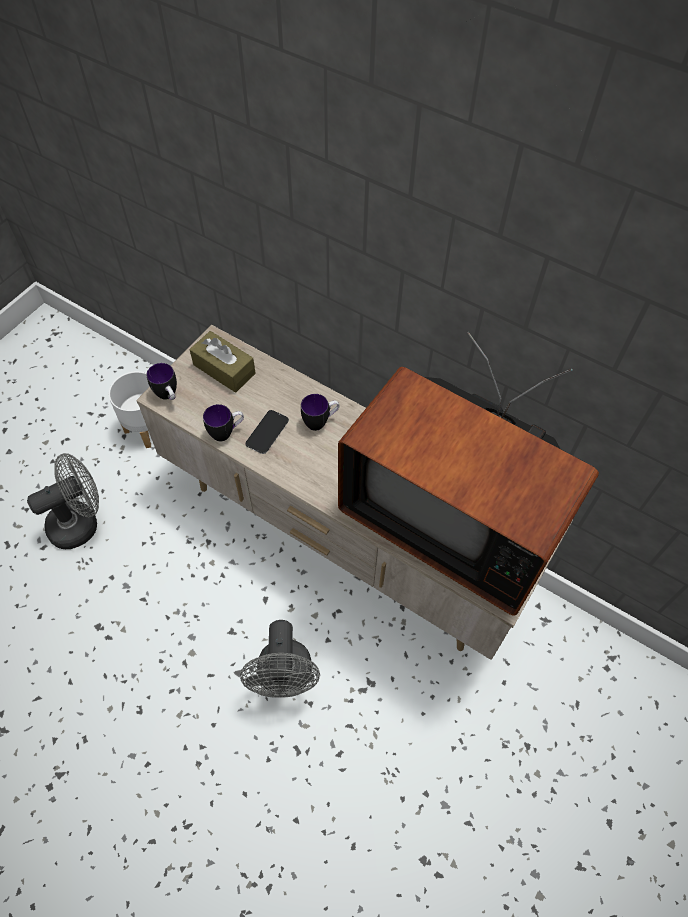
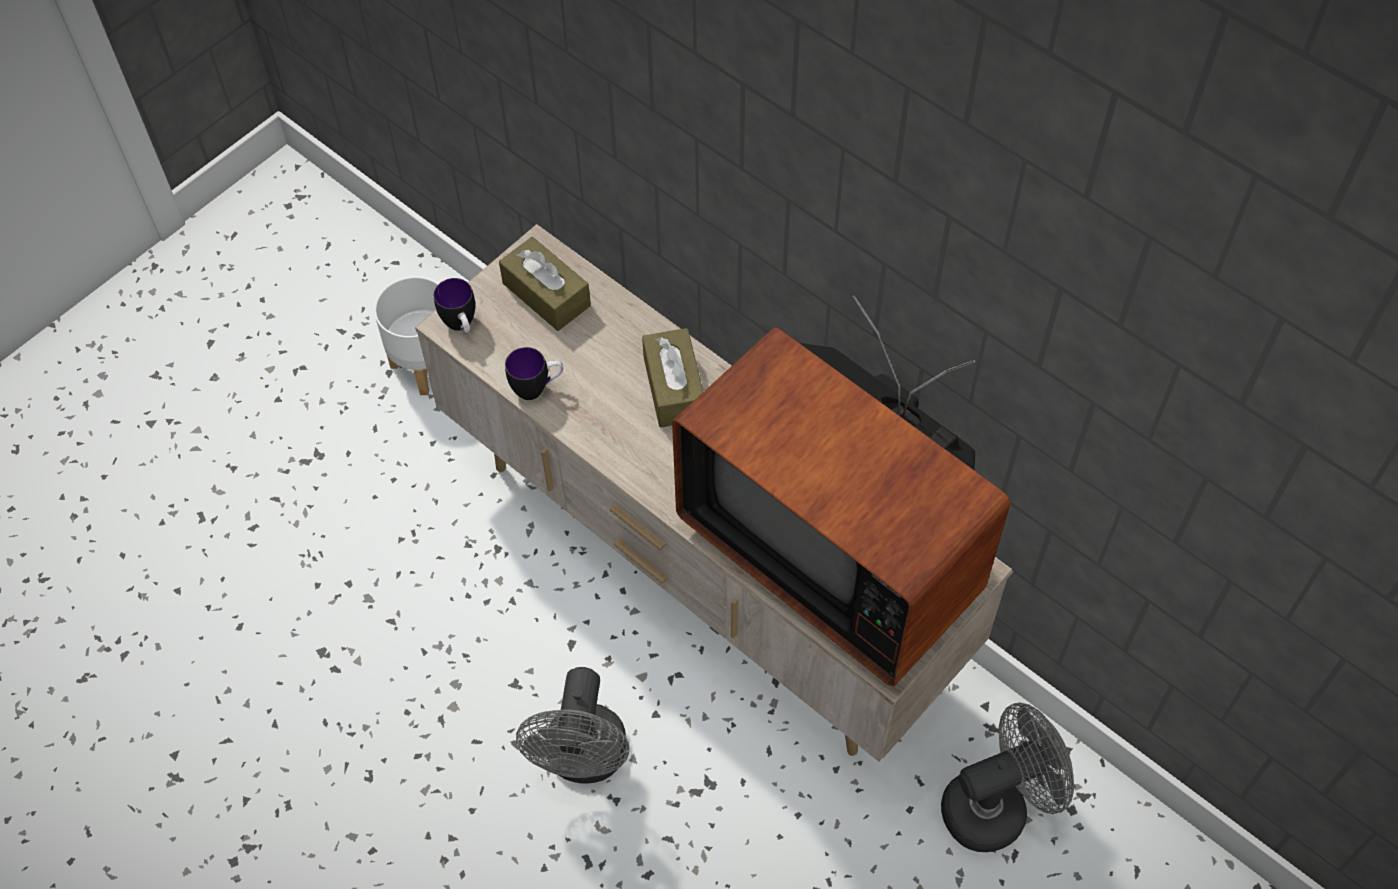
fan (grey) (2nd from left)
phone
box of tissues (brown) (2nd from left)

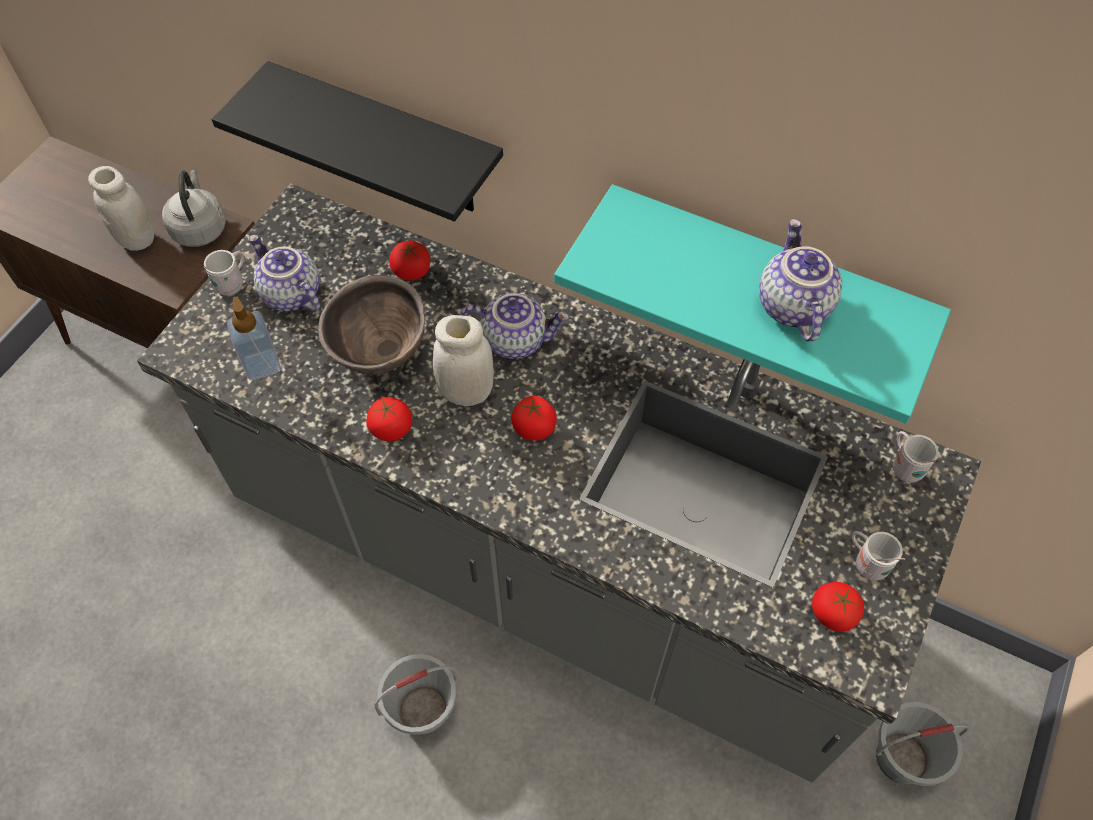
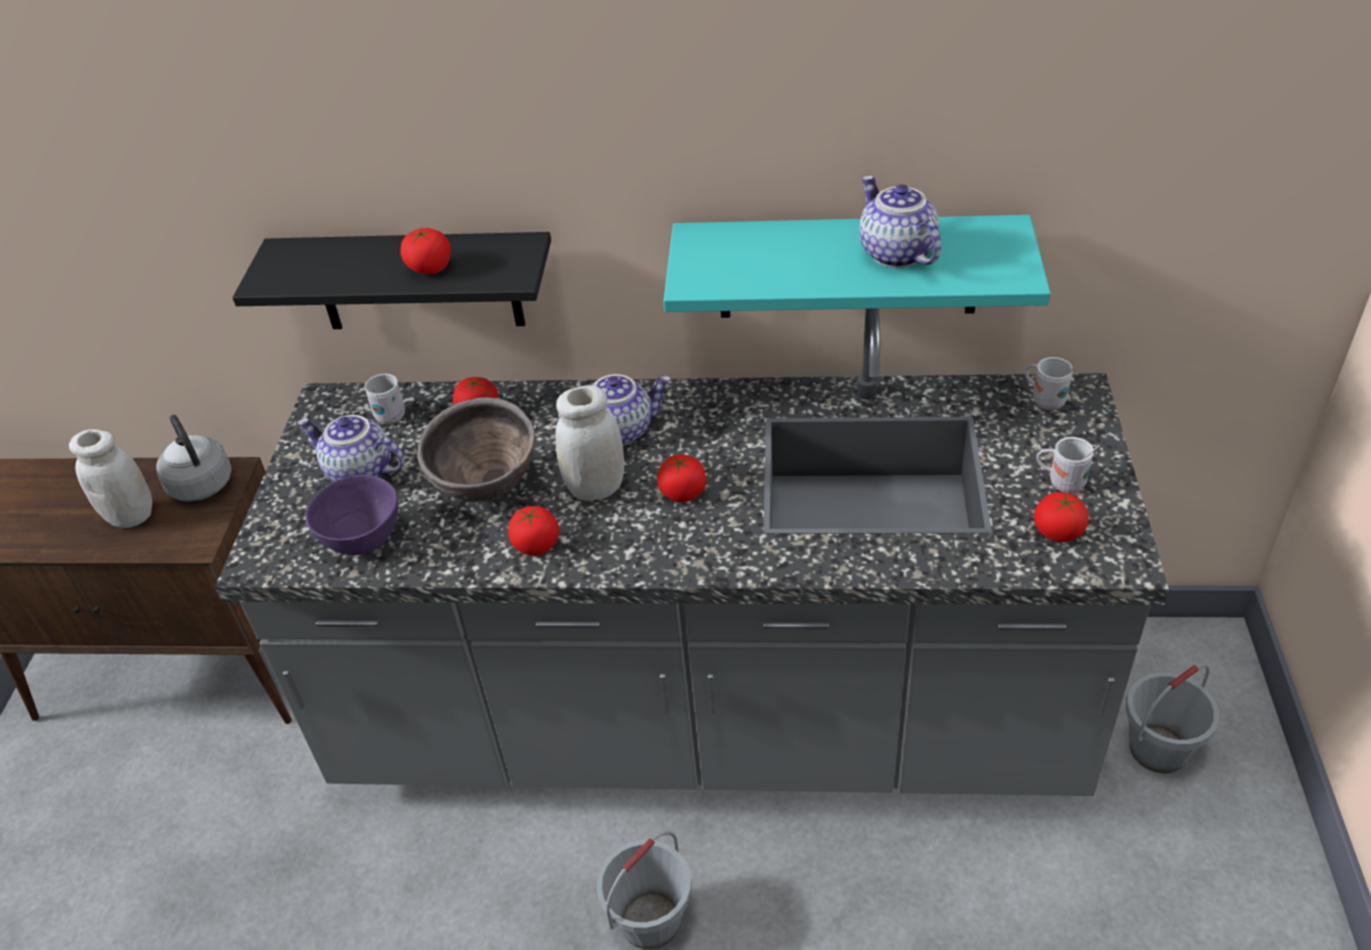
tea mug (white-coloured) (1st from left)
bowl (purple-coloured)
tomato (1st from left)

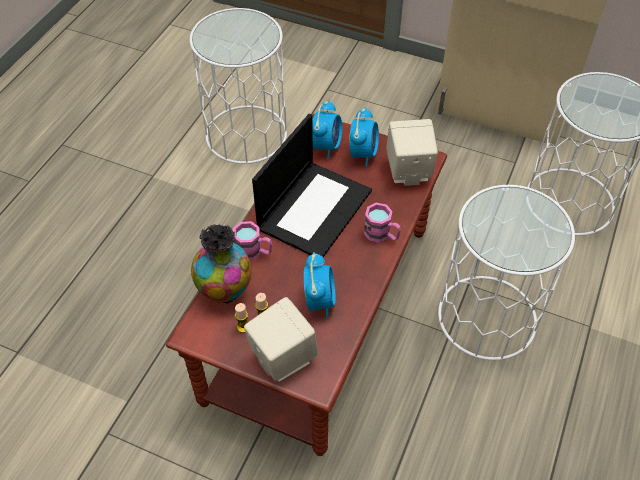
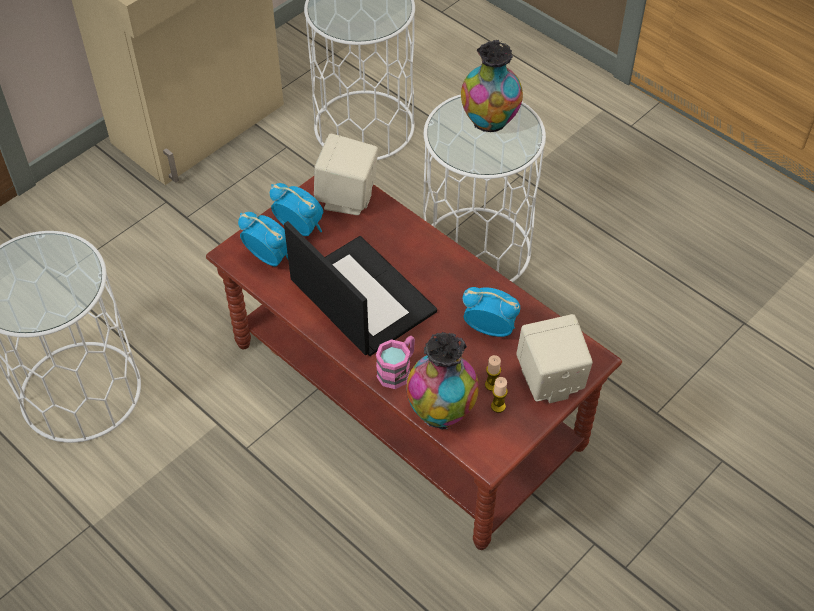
tea mug (pink) (2nd from left in the first image)
vase (2nd from left)

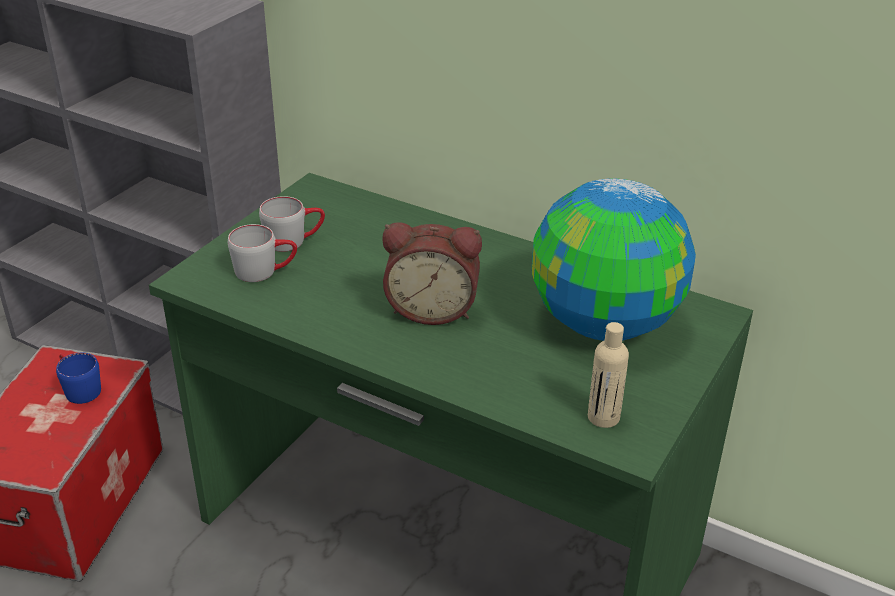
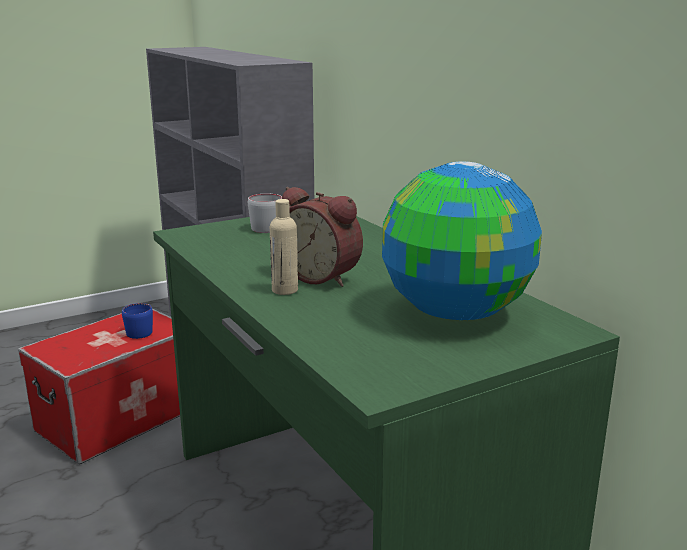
tea mug (grey) (1st from left in the first image)
bottle (sand-coloured)

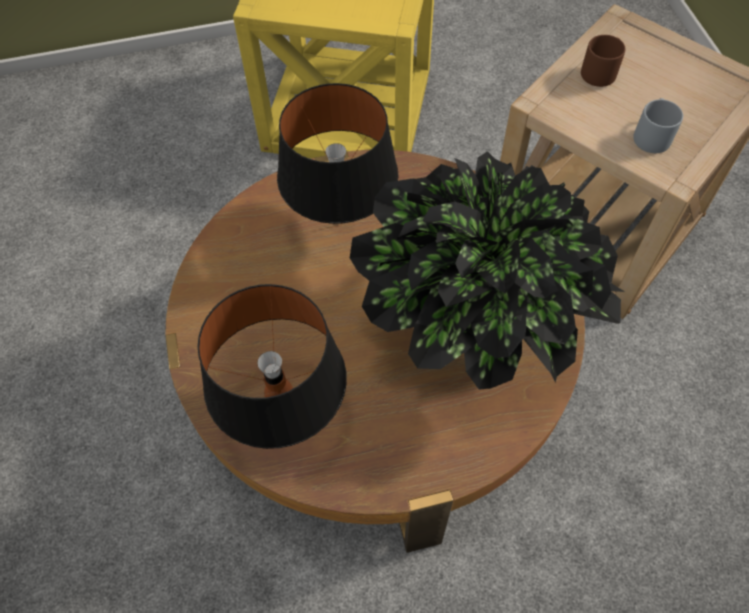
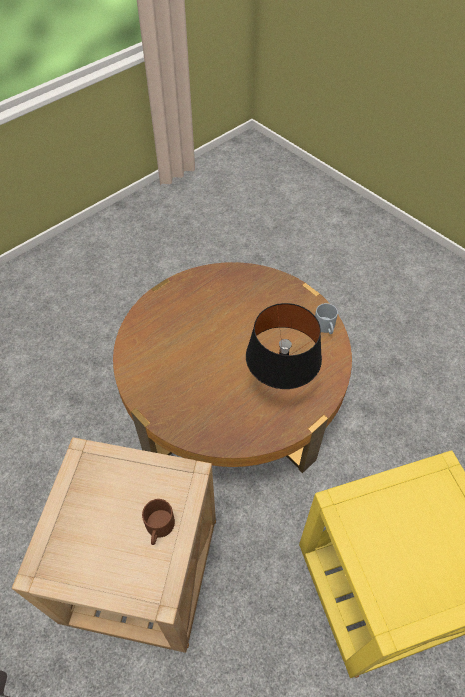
lamp for a table (blackish) (1st from left in the first image)
houseplant
tea mug (grey)

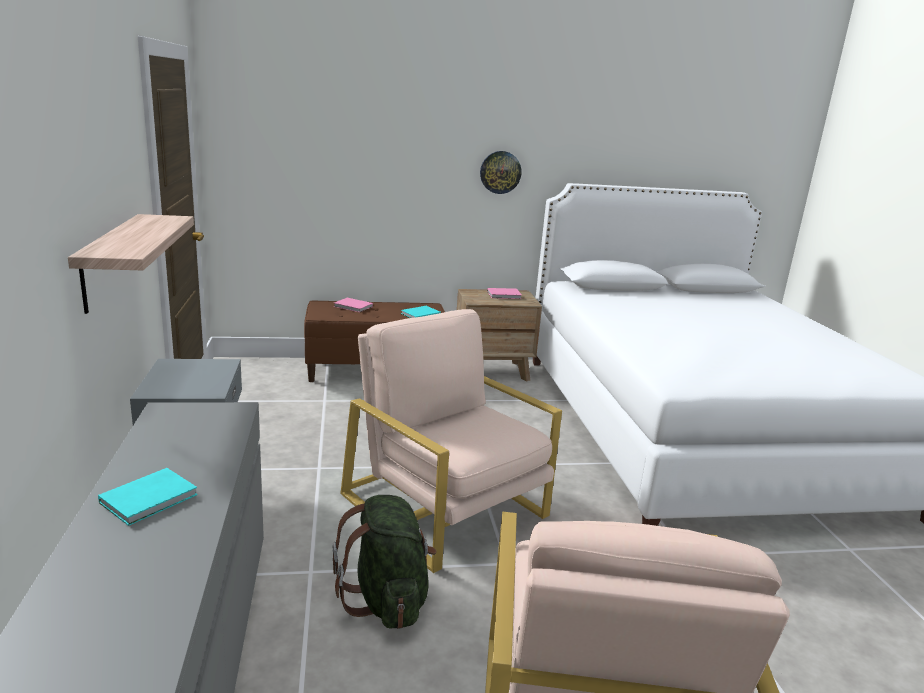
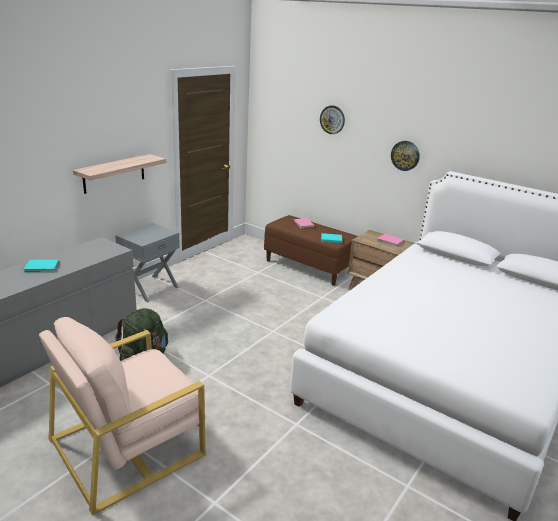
lounge chair (sand-coloured) (1st from left in the first image)
wall clock (1st from left)

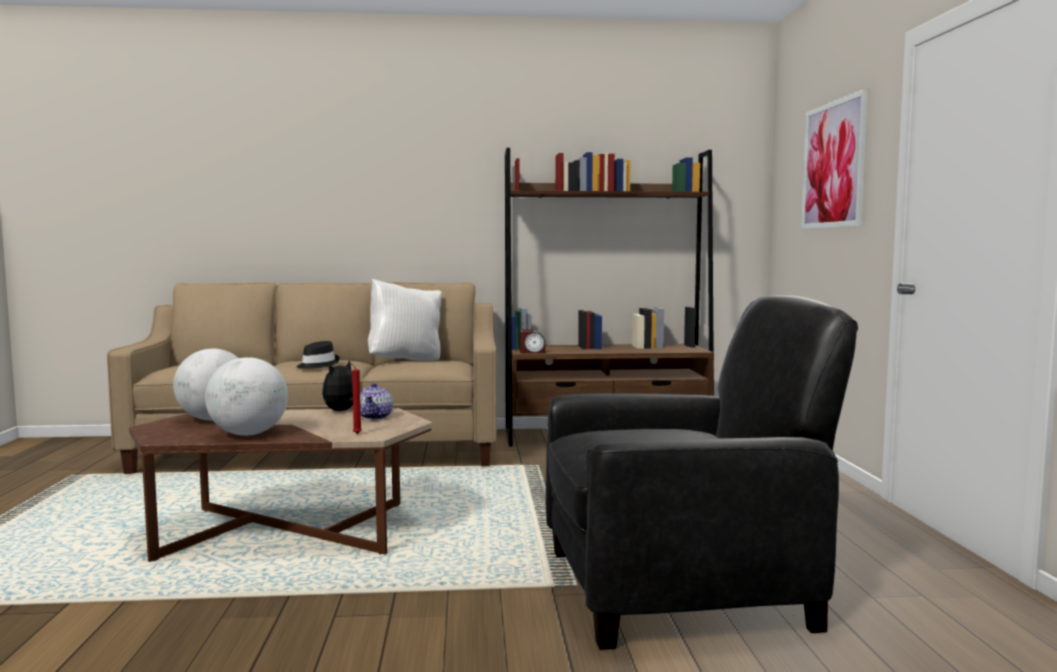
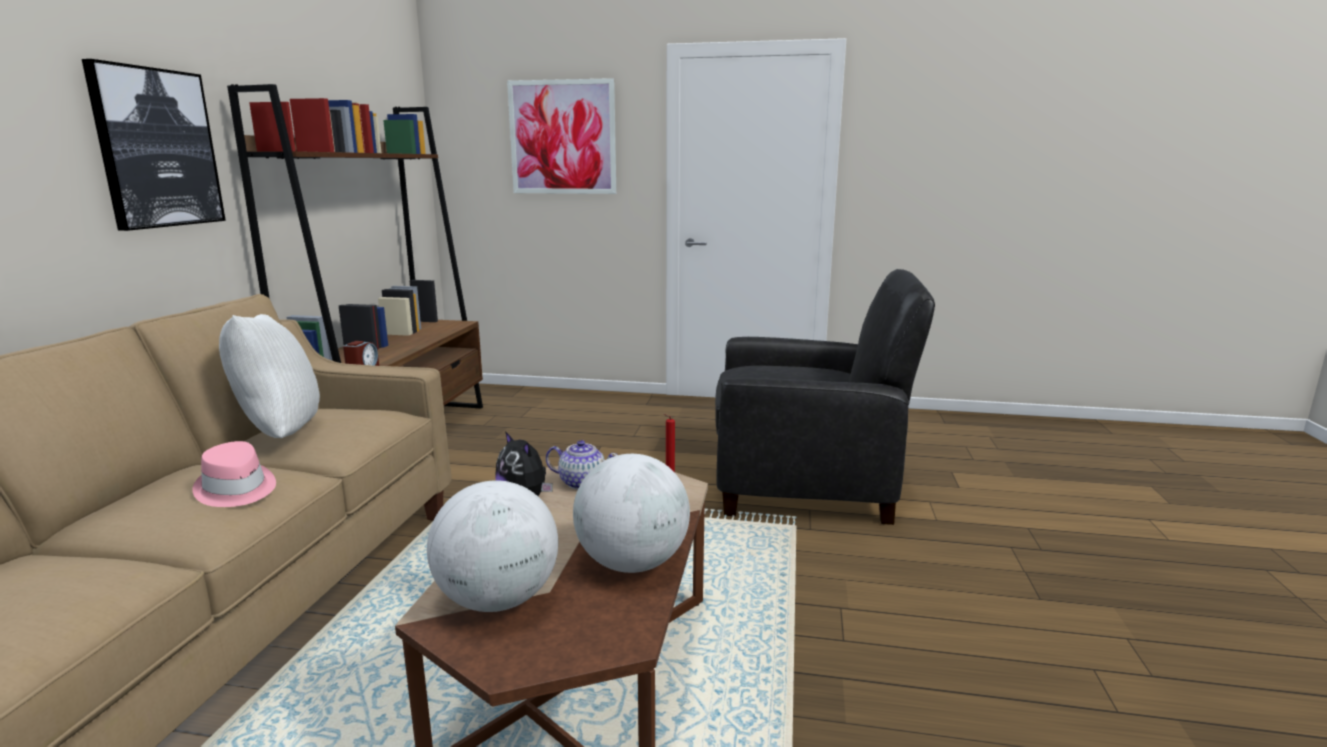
clothing hat (pink)
lounge chair (blackish)
wall art (1st from left)

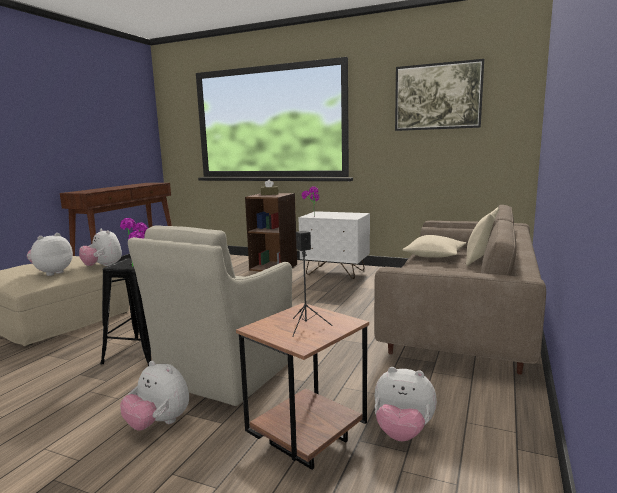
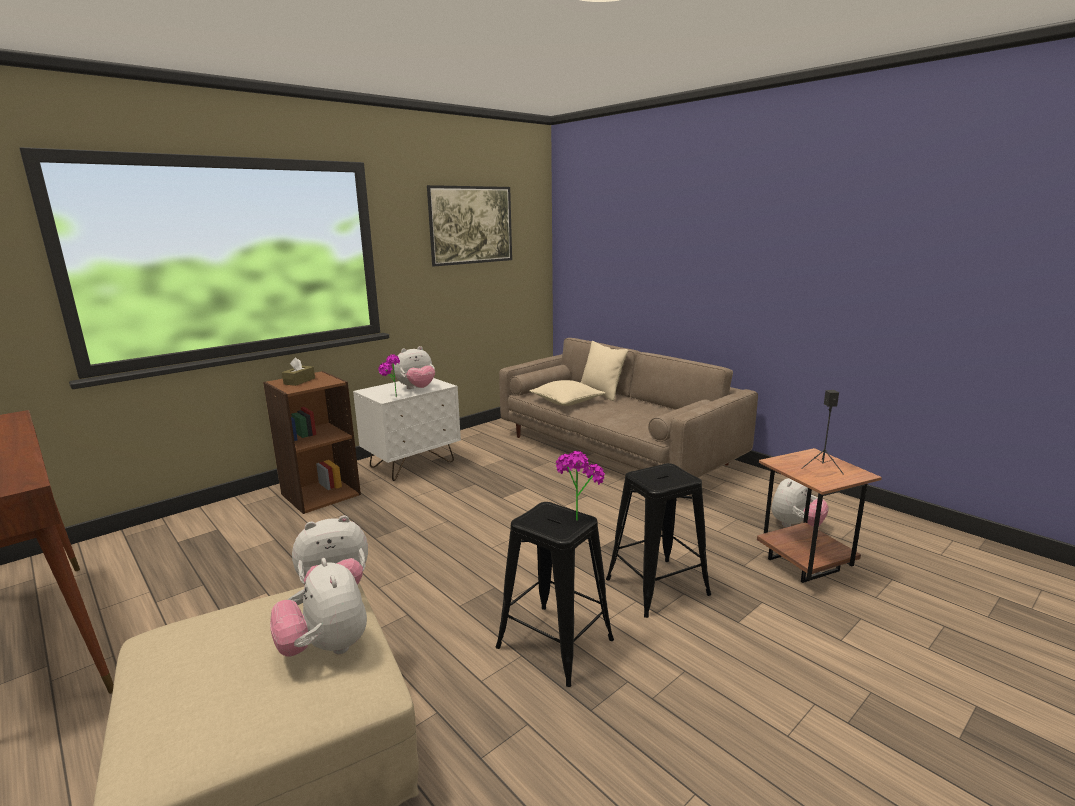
cuddly toy (3rd from left)
stool seat (blackish) (2nd from left)

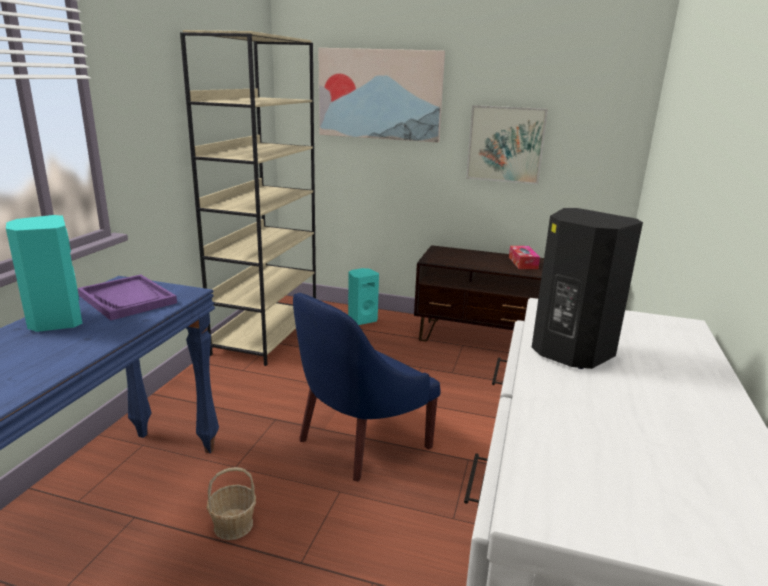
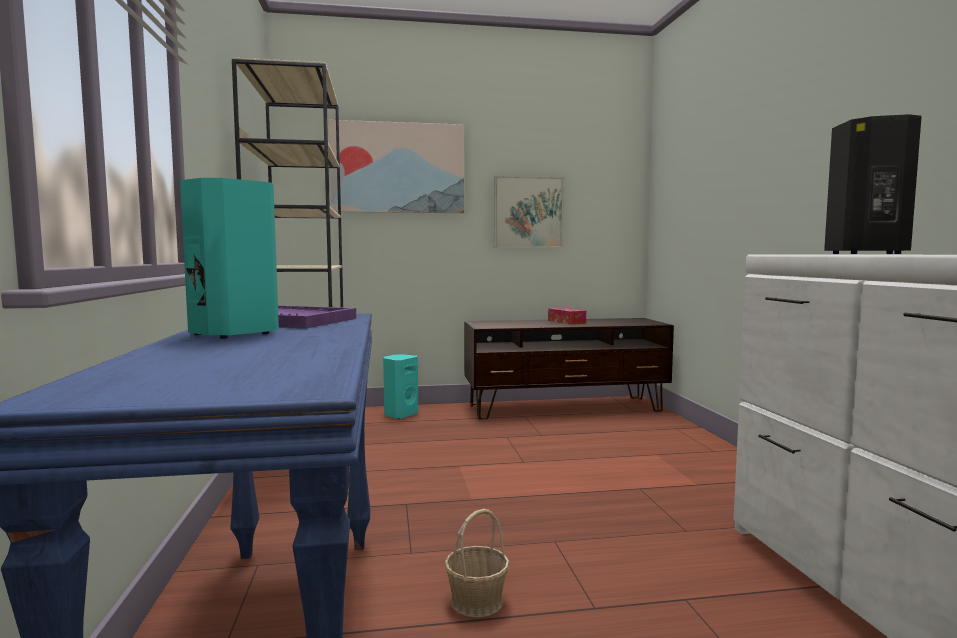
lounge chair (blue)

